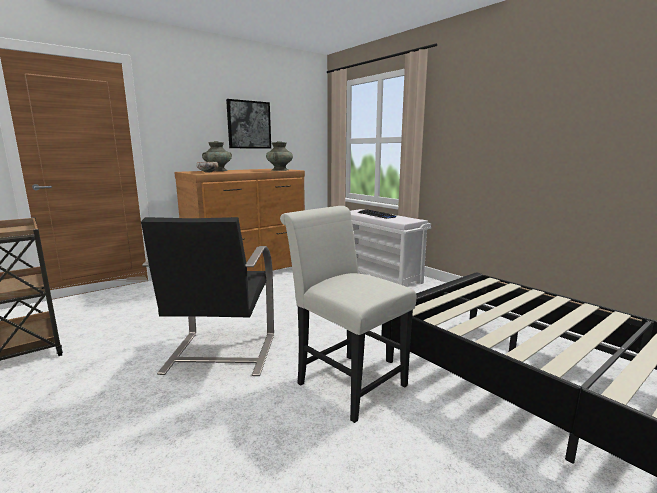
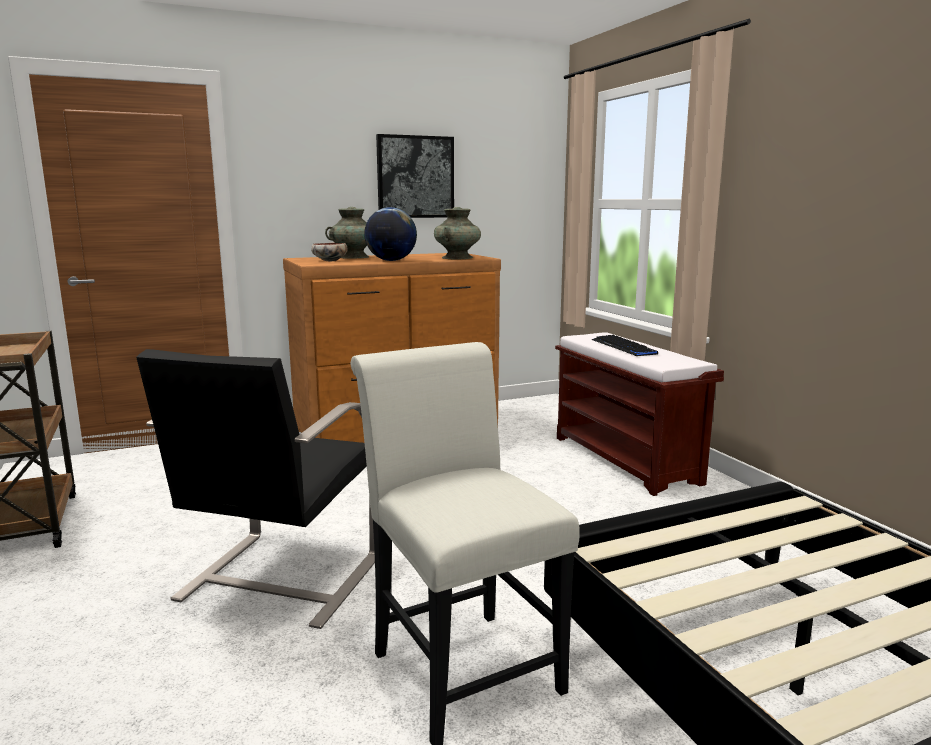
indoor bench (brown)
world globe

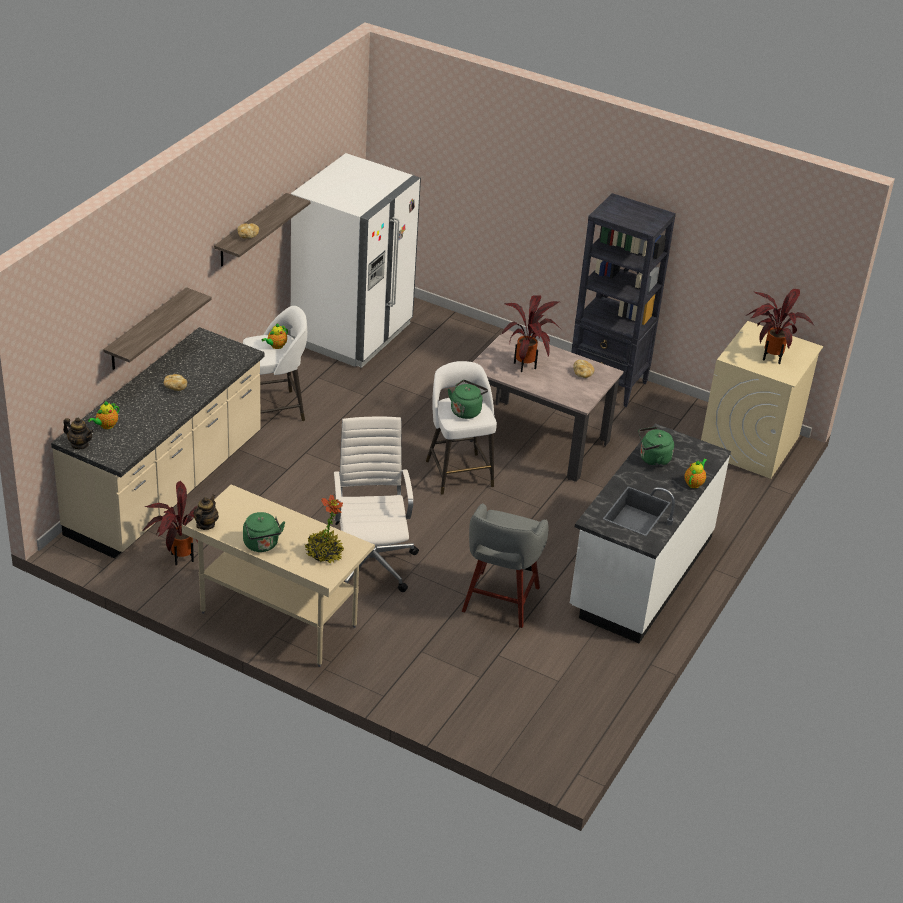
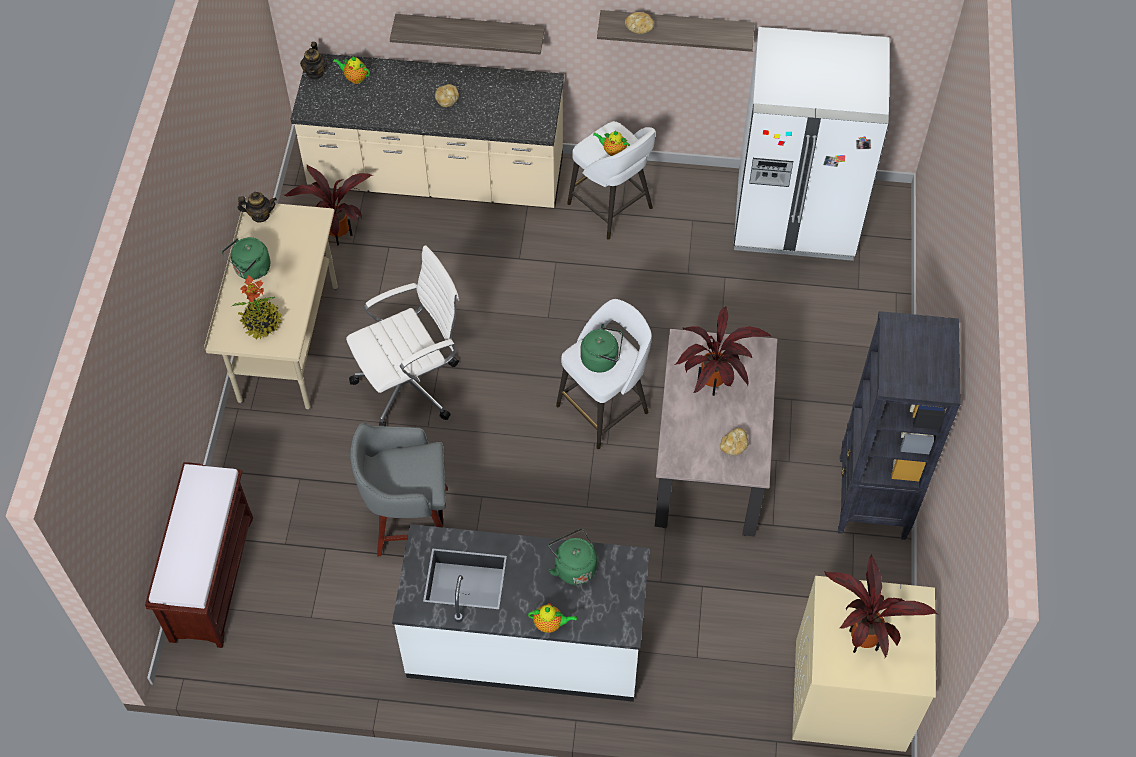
indoor bench (brown)

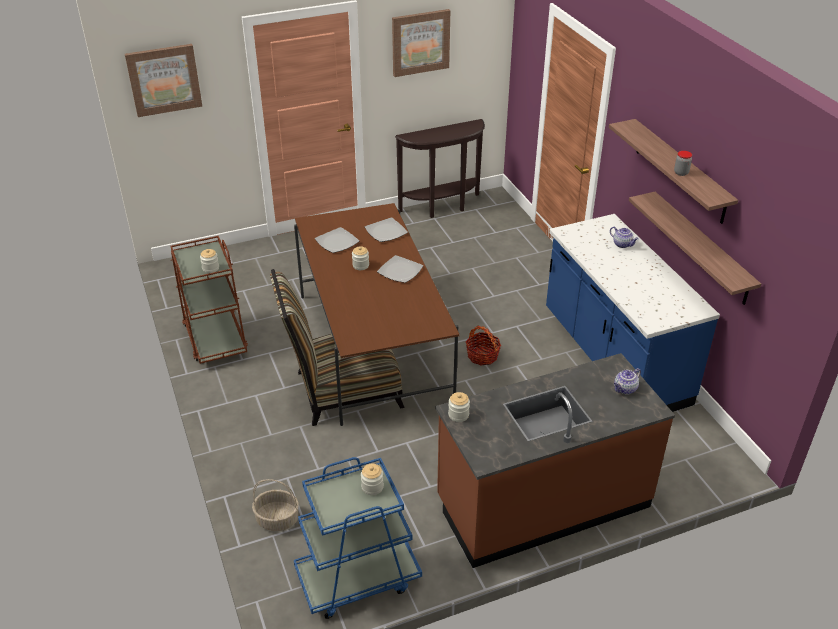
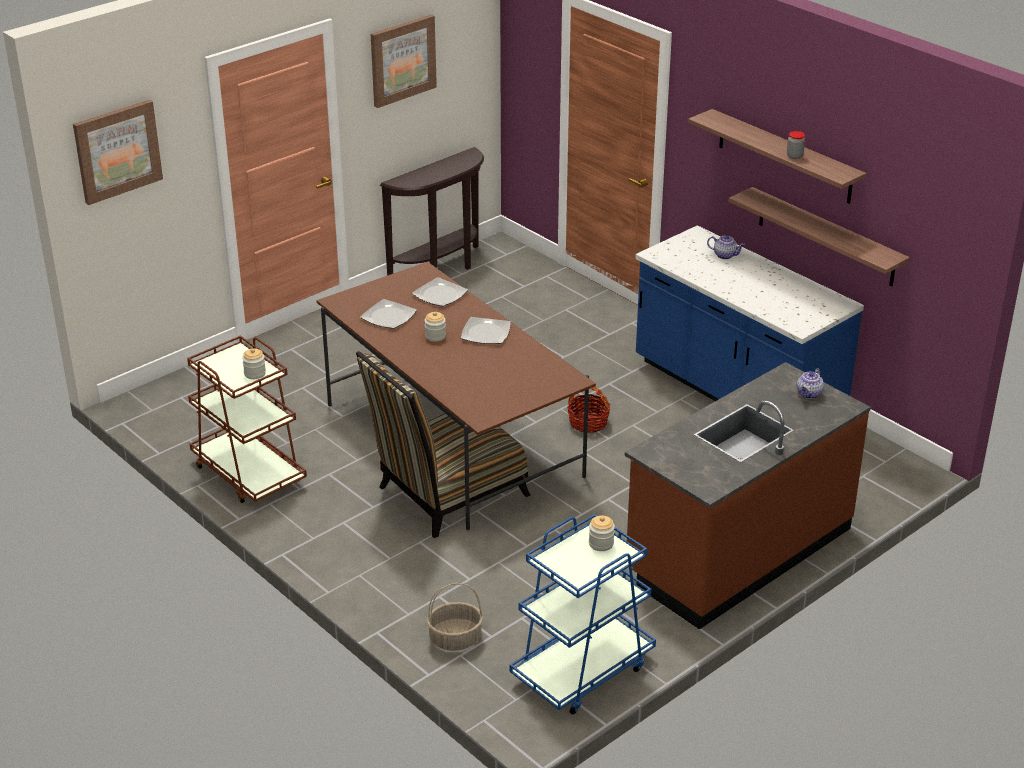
jar (4th from left in the first image)

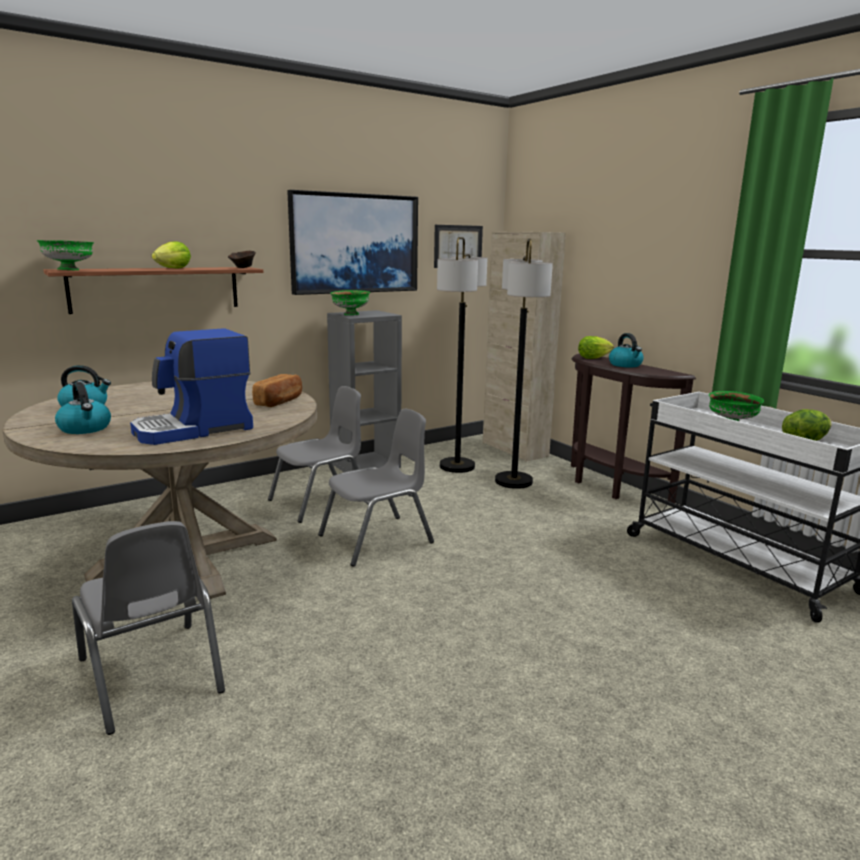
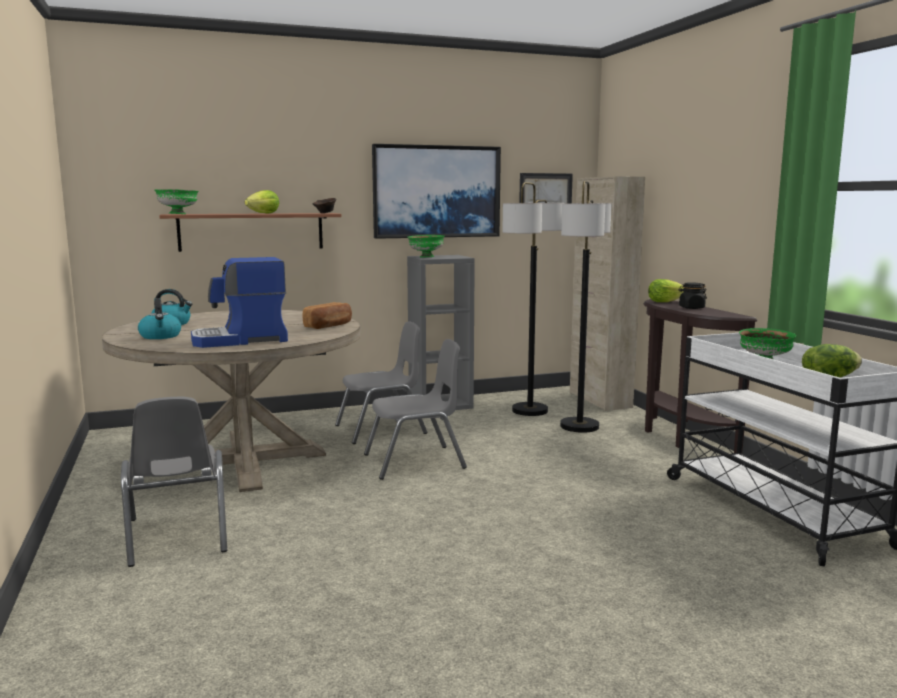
jar (blackish)

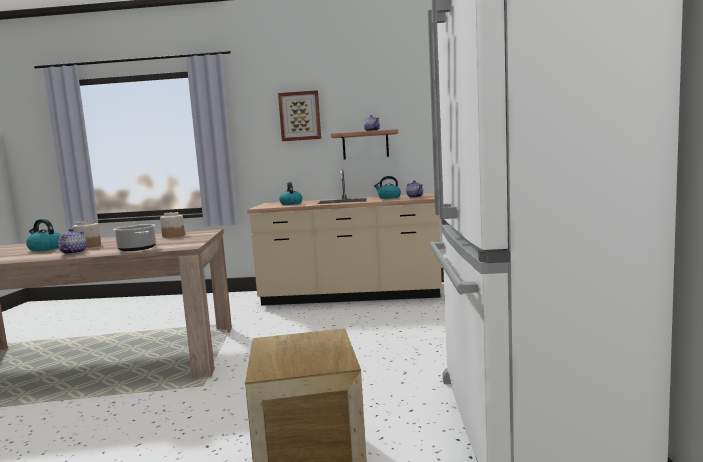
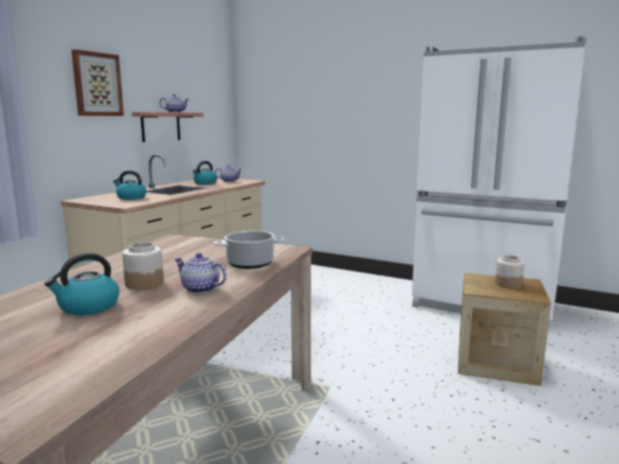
jar (2nd from left)

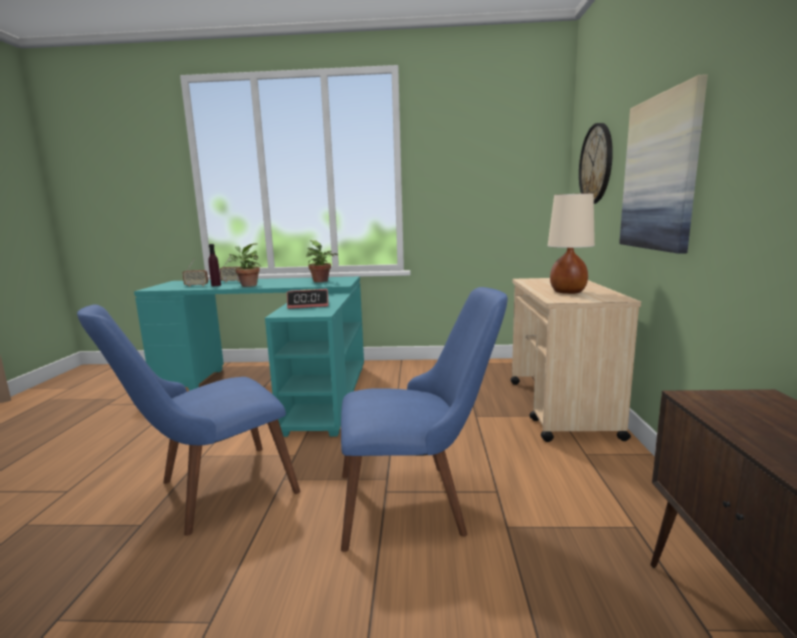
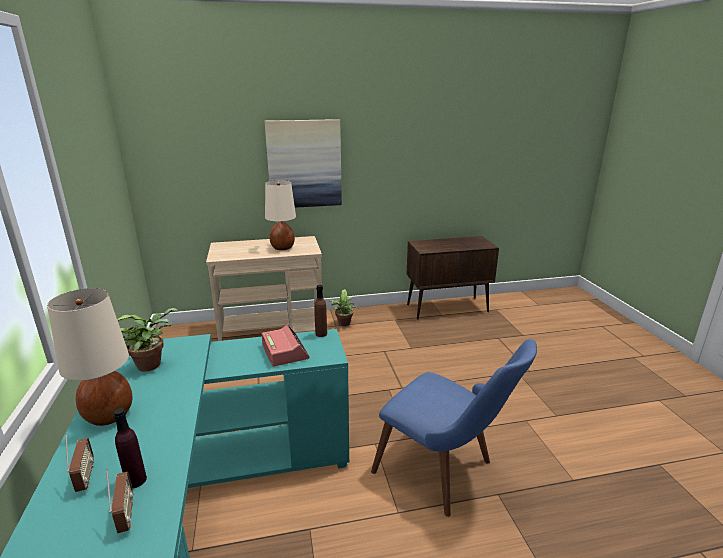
houseplant (2nd from left)
chair (blue) (2nd from left in the first image)
wall clock
lamp for a table (sand-coloured) (1st from left)
bottle (brown)

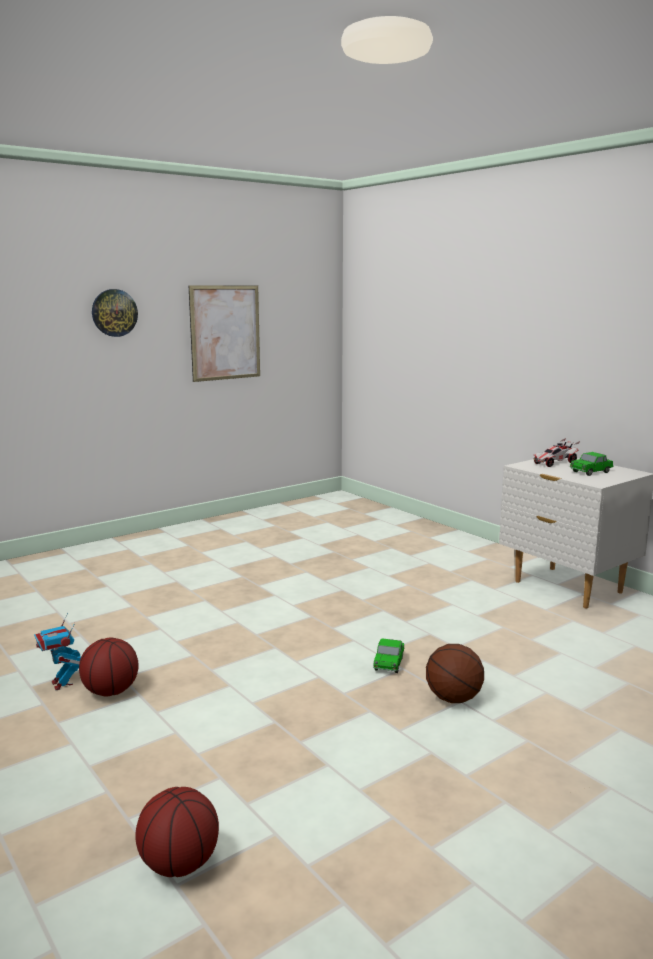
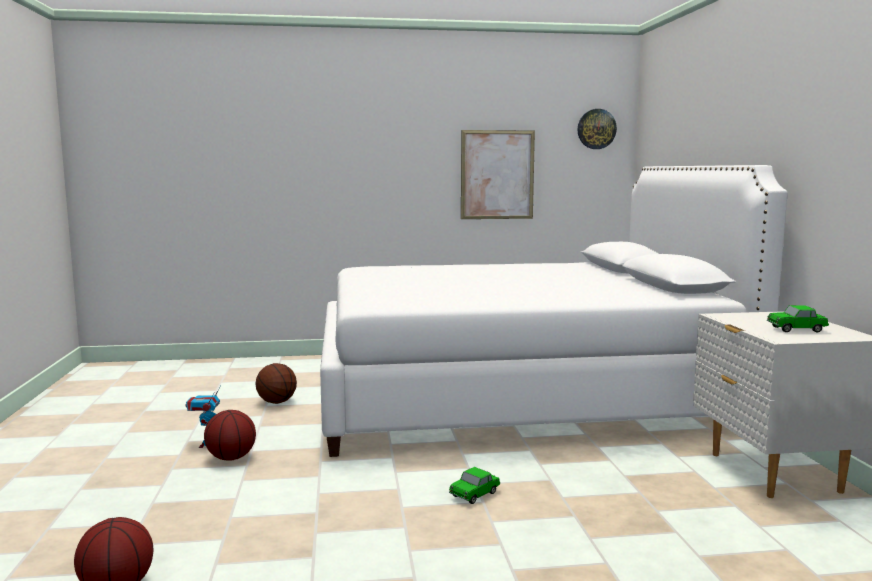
wall clock
basketball ball (3rd from left)
miniature car (2nd from left in the first image)
sleeping bed (white-coloured)

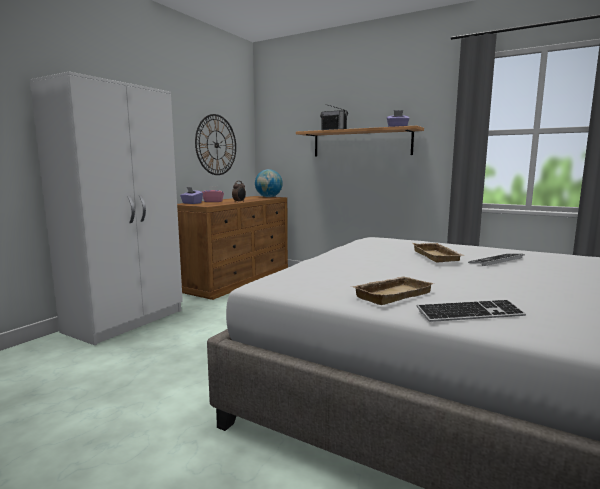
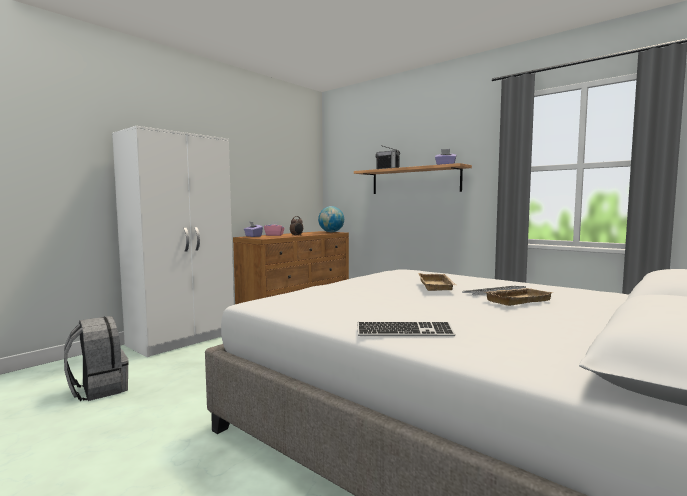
wall clock
serving tray (sand-coloured) (2nd from left)
knapsack (grey)

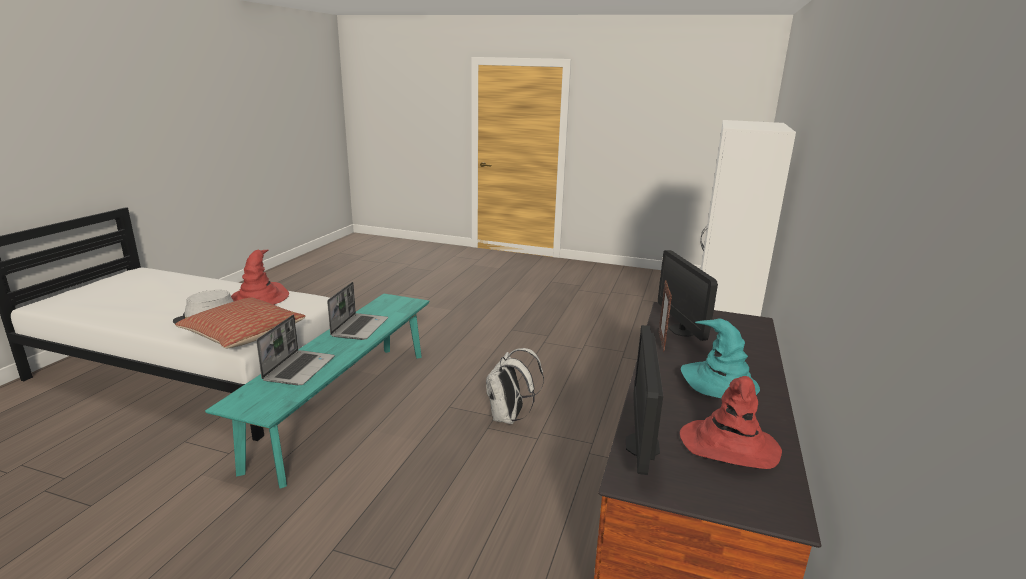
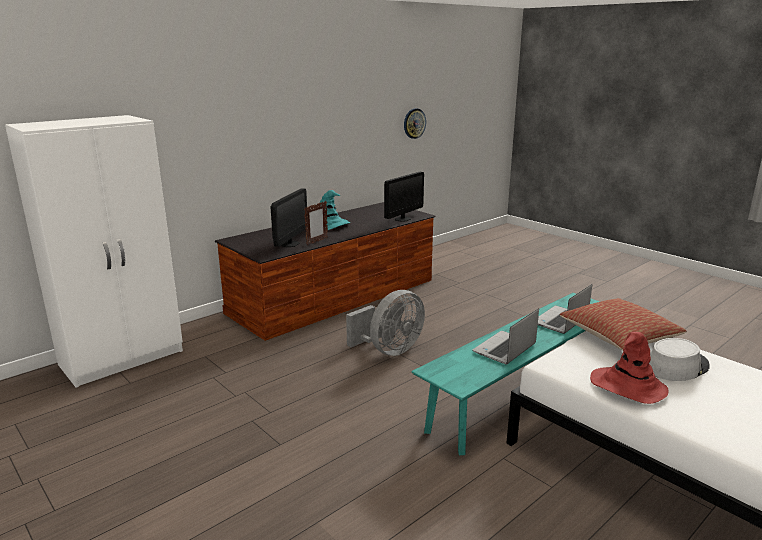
fan (grey)
clothing hat (reddish) (2nd from left in the first image)
wall clock

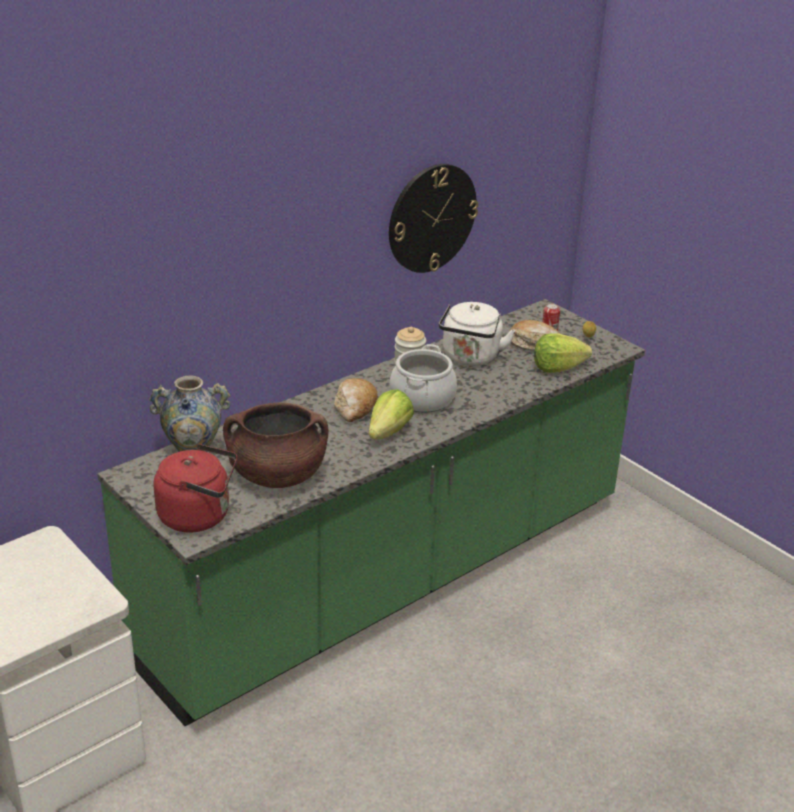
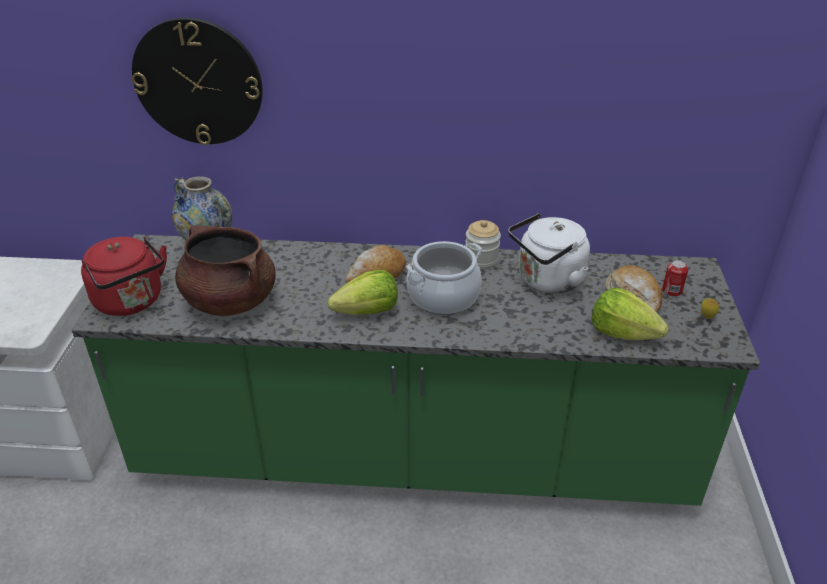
wall clock

